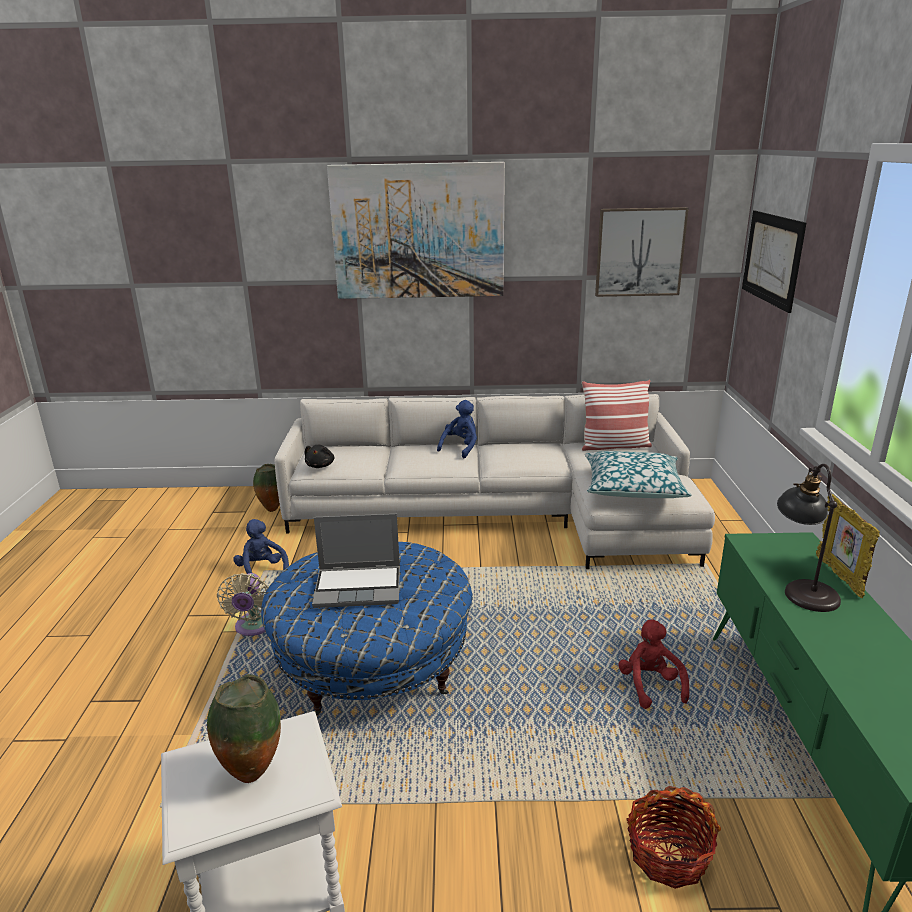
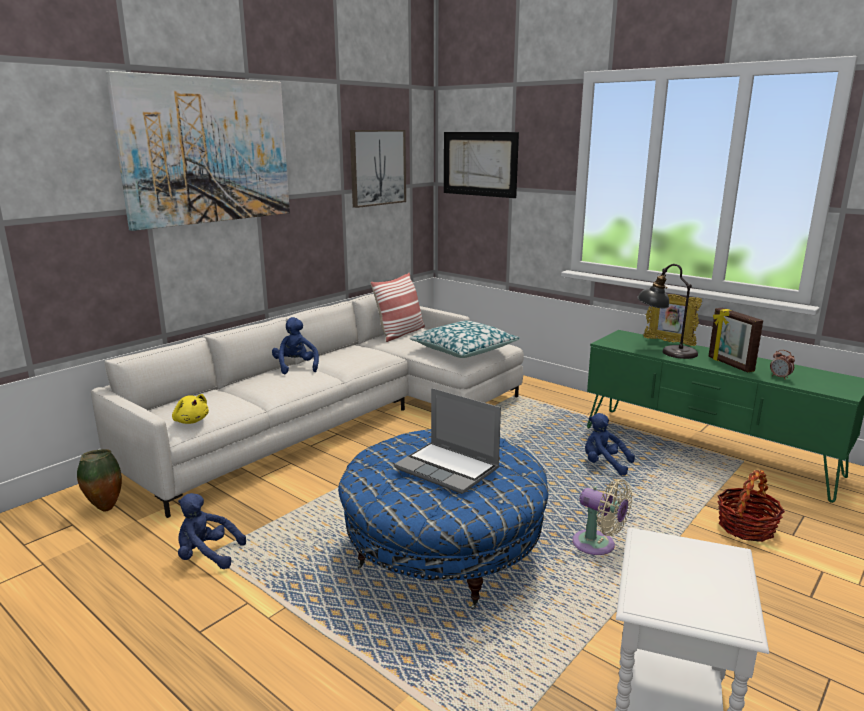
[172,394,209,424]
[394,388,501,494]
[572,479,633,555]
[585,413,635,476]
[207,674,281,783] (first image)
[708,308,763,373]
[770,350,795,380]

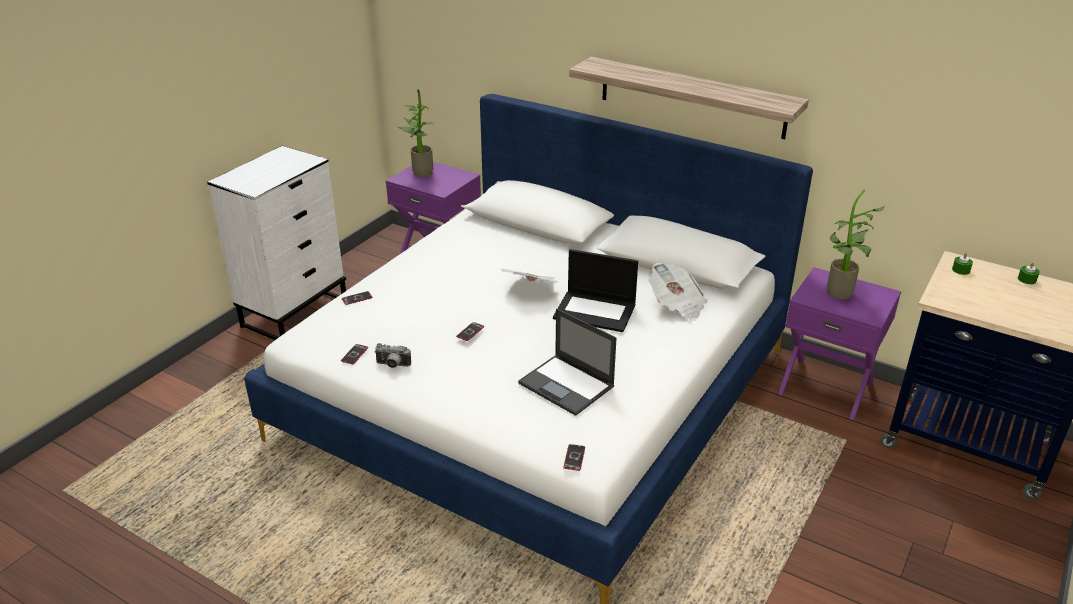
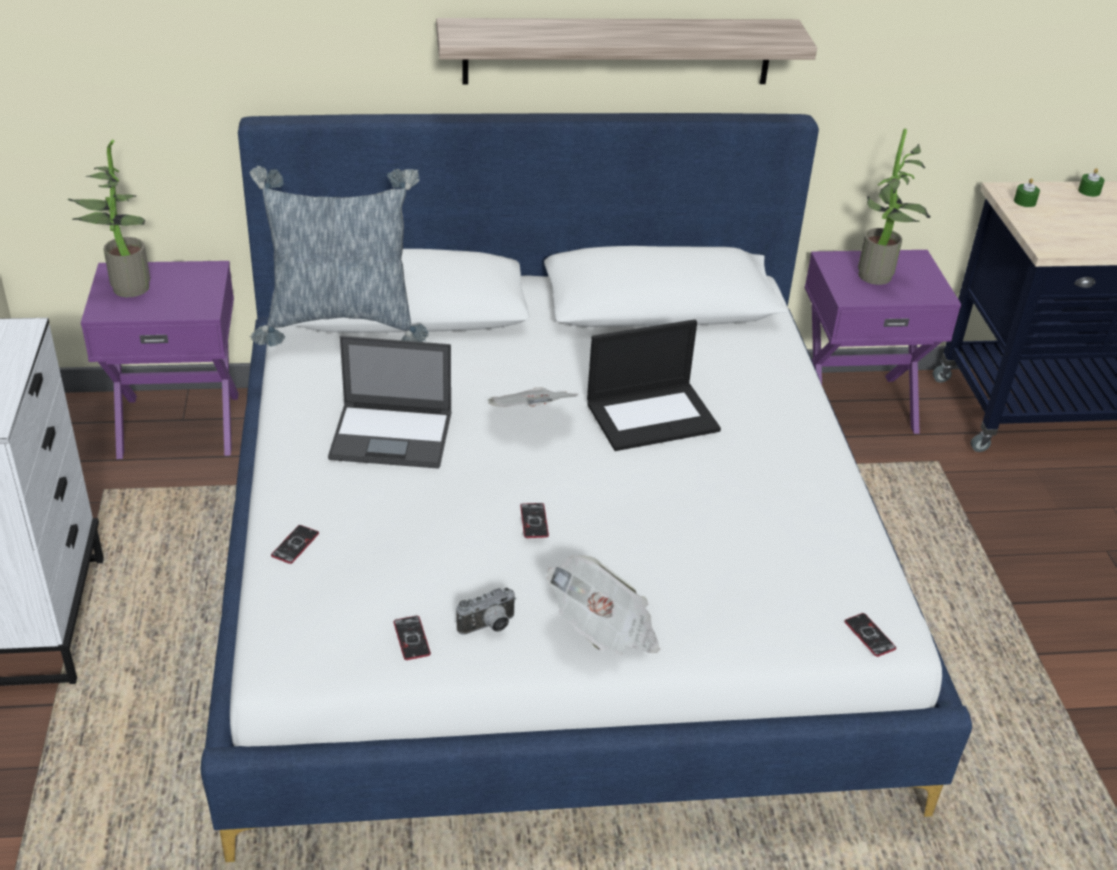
[547,555,660,654]
[328,336,451,469]
[249,166,429,347]

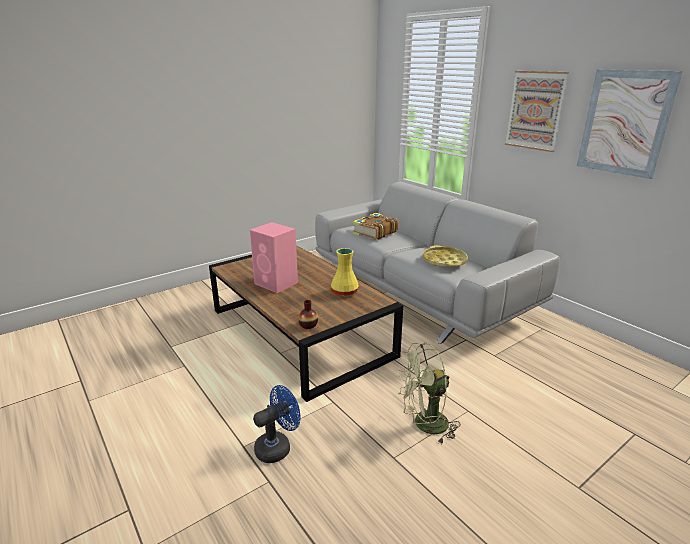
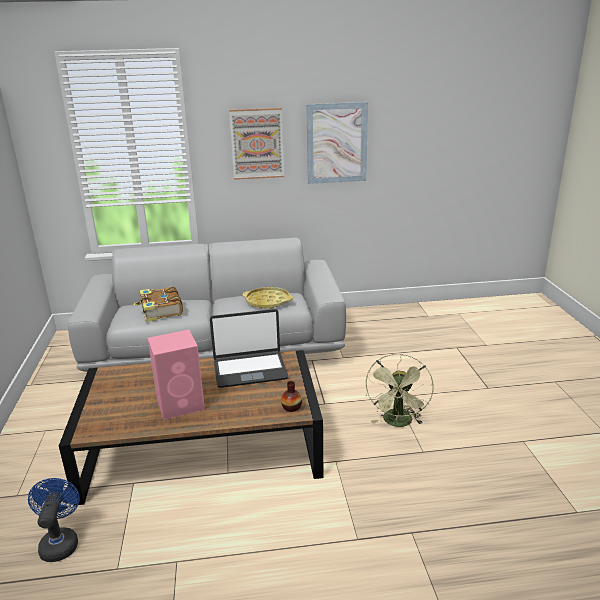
[210,309,288,388]
[28,478,80,562]

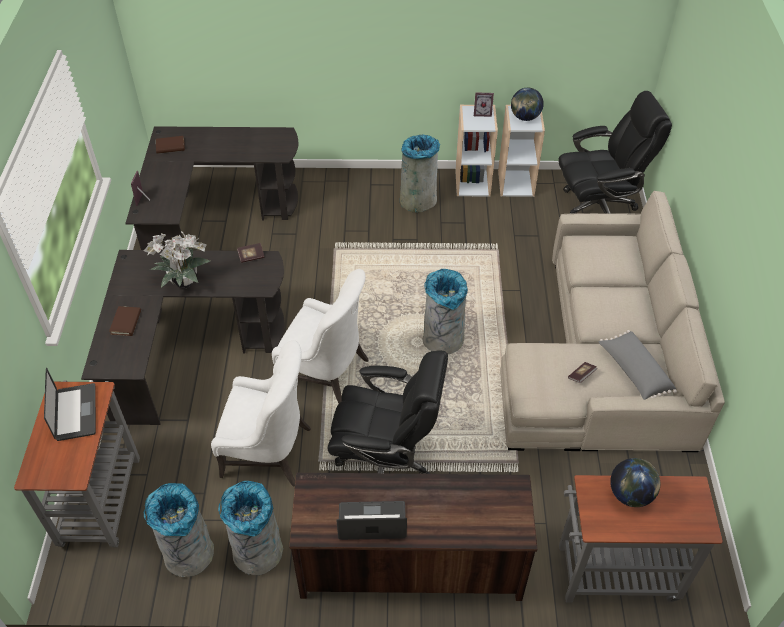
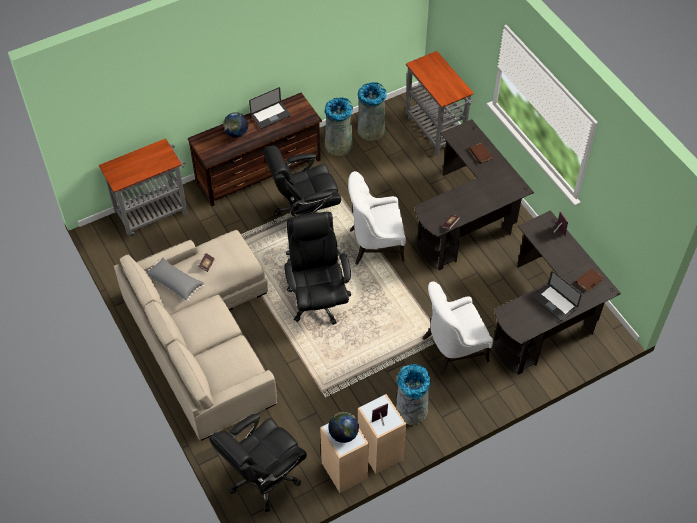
[144,231,210,288] (first image)
[284,212,351,325]
[423,281,493,376]
[533,271,582,321]
[223,112,248,138]

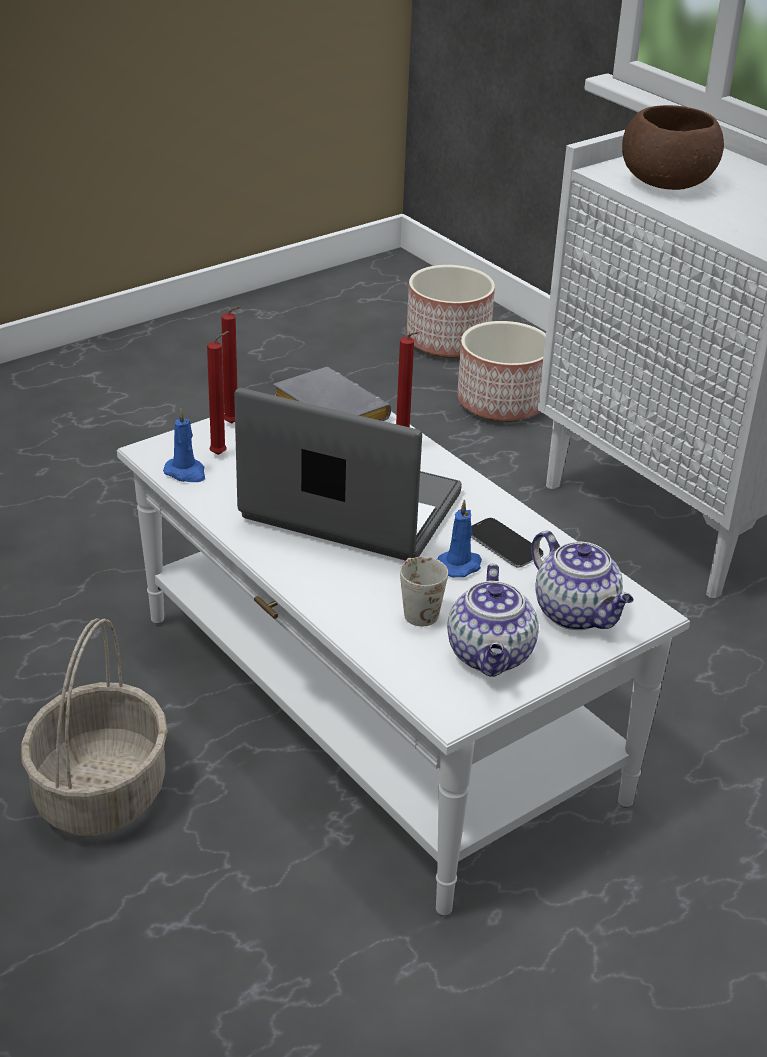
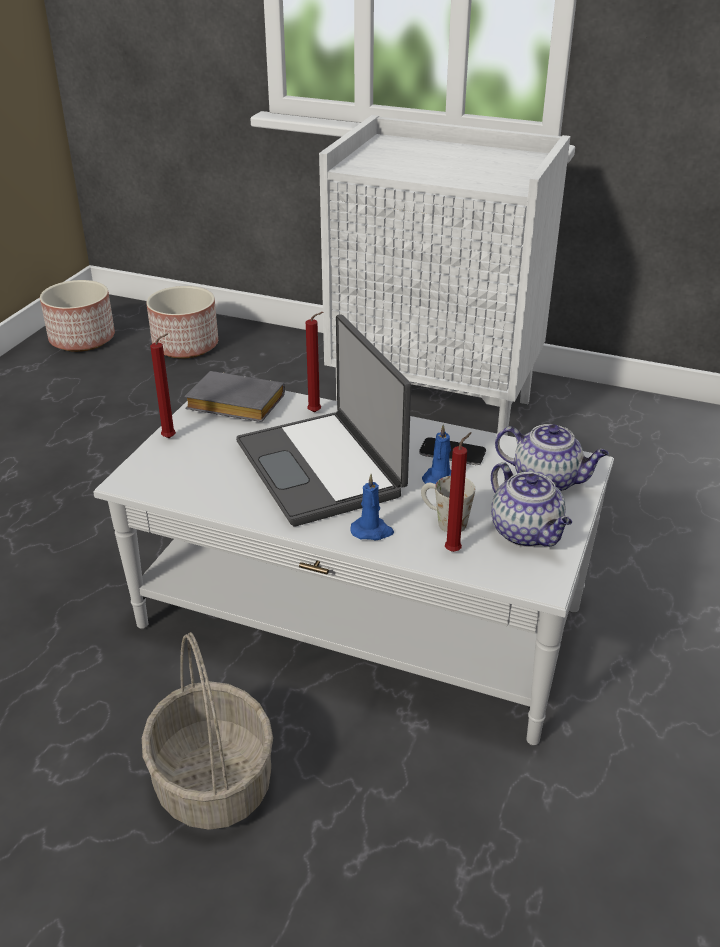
[622,105,724,190] (first image)
[40,280,115,352]
[445,432,472,552]
[236,314,411,527]
[350,474,394,540]

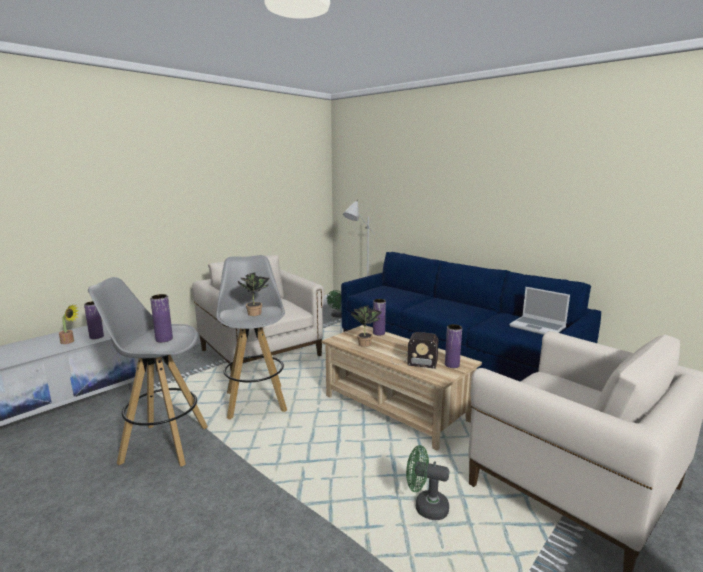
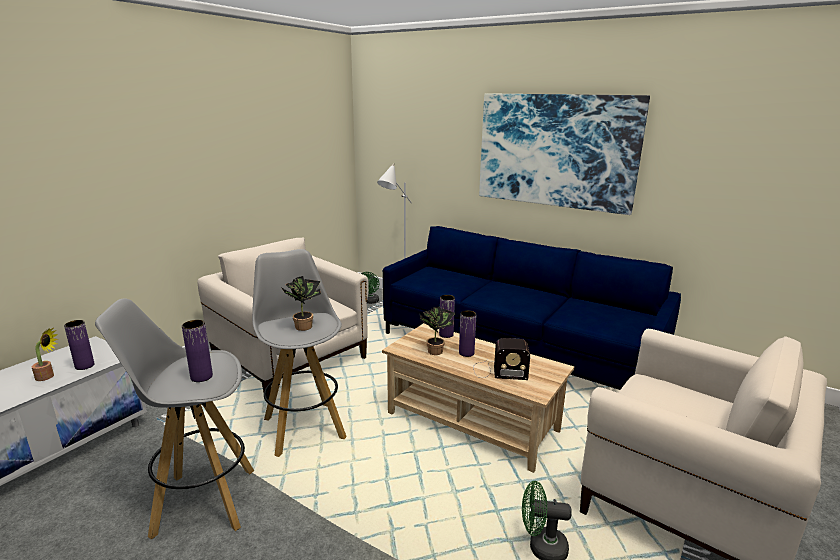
[509,287,570,335] (first image)
[459,310,477,357]
[479,93,650,215]

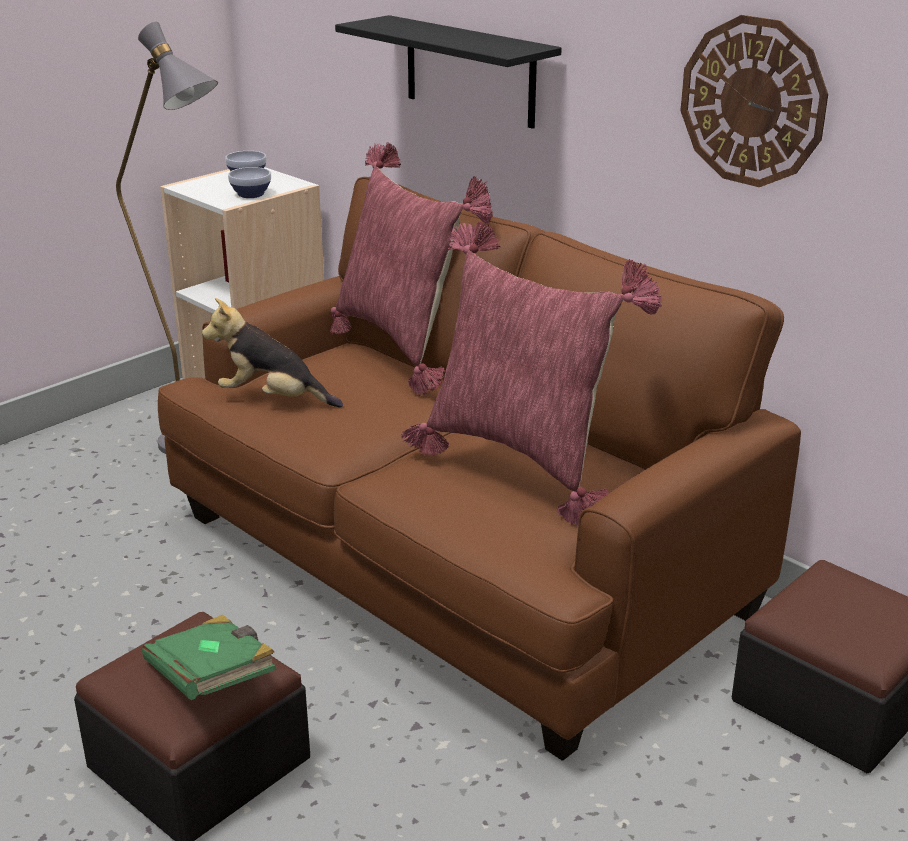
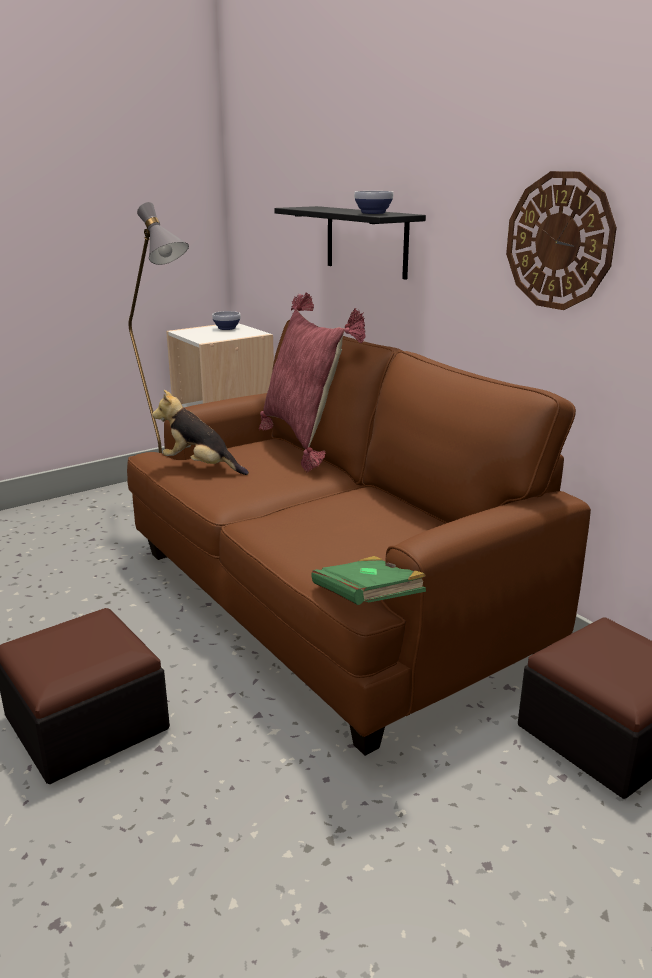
[354,191,393,214]
[401,221,662,527] (first image)
[311,556,426,605]

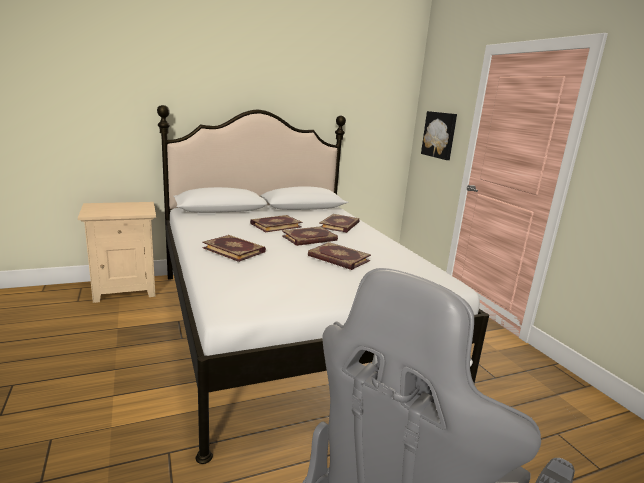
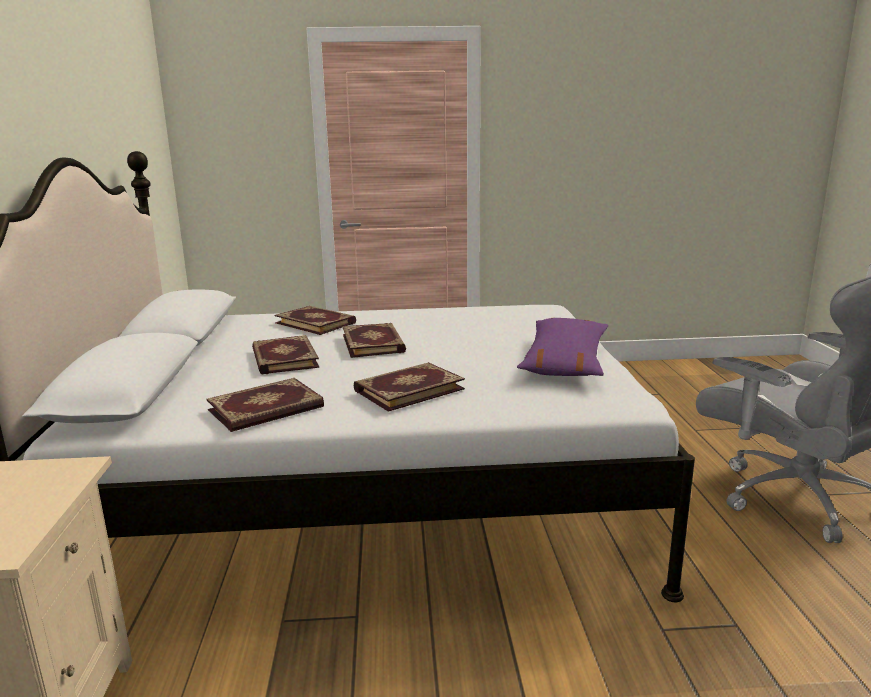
[421,111,457,160] (first image)
[207,378,324,432]
[517,318,608,376]

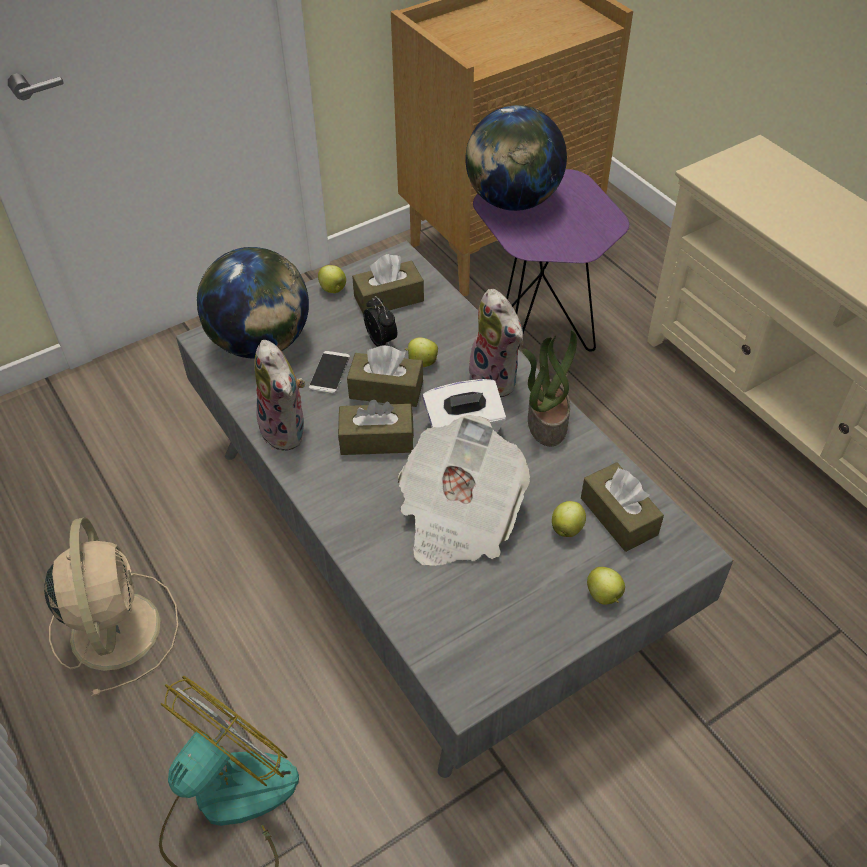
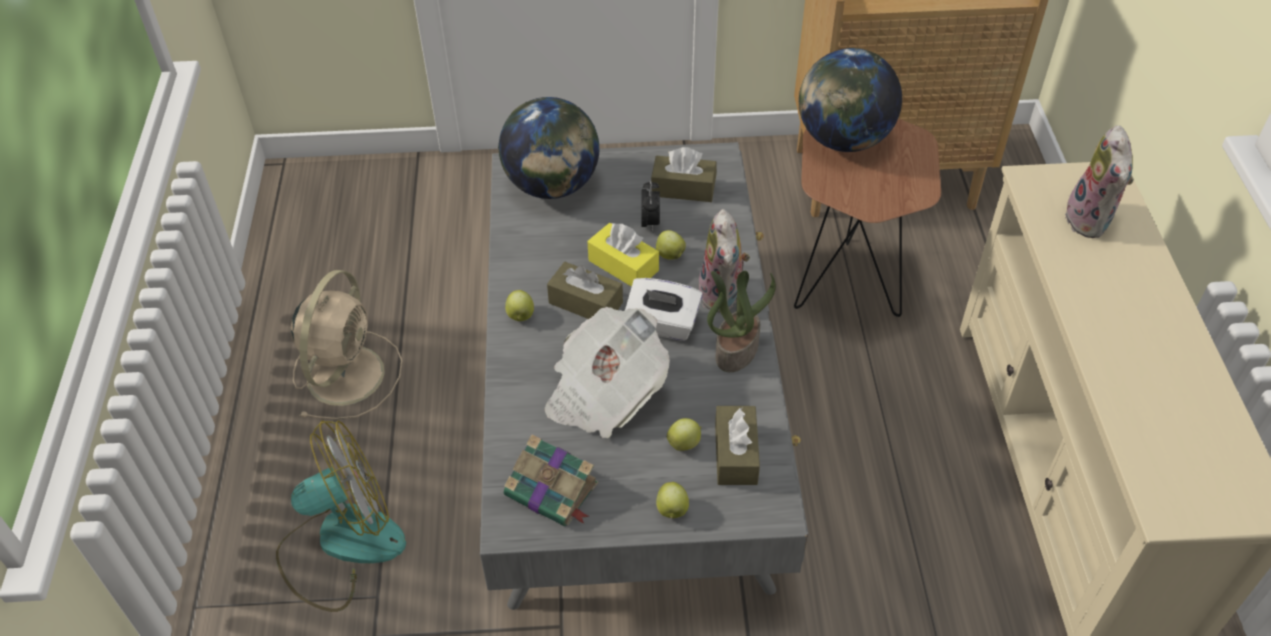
[794,119,941,317]
[505,290,534,321]
[1064,125,1134,238]
[587,223,659,287]
[309,351,350,394] (first image)
[504,434,598,526]

